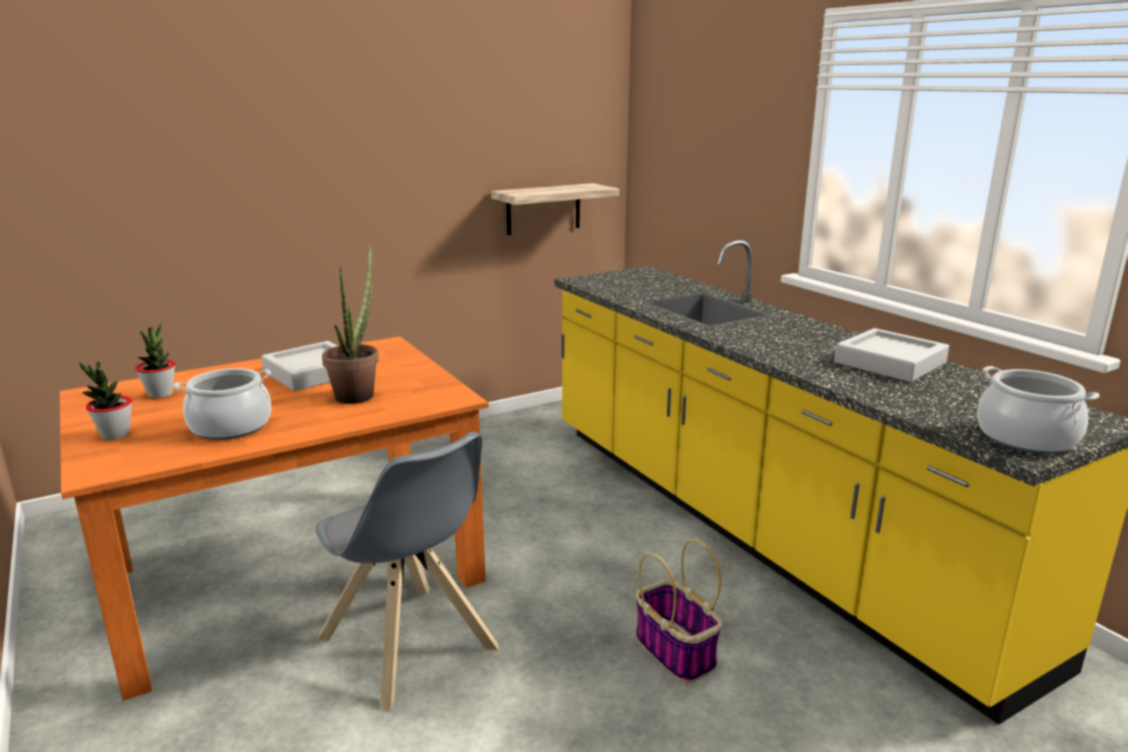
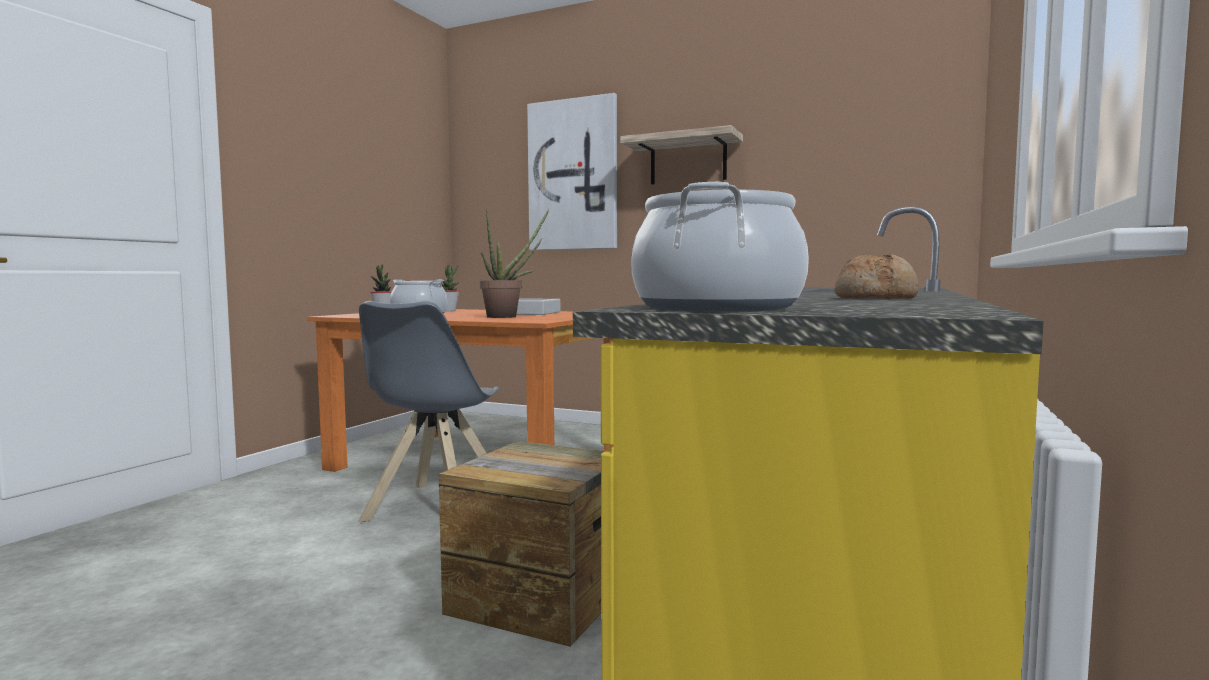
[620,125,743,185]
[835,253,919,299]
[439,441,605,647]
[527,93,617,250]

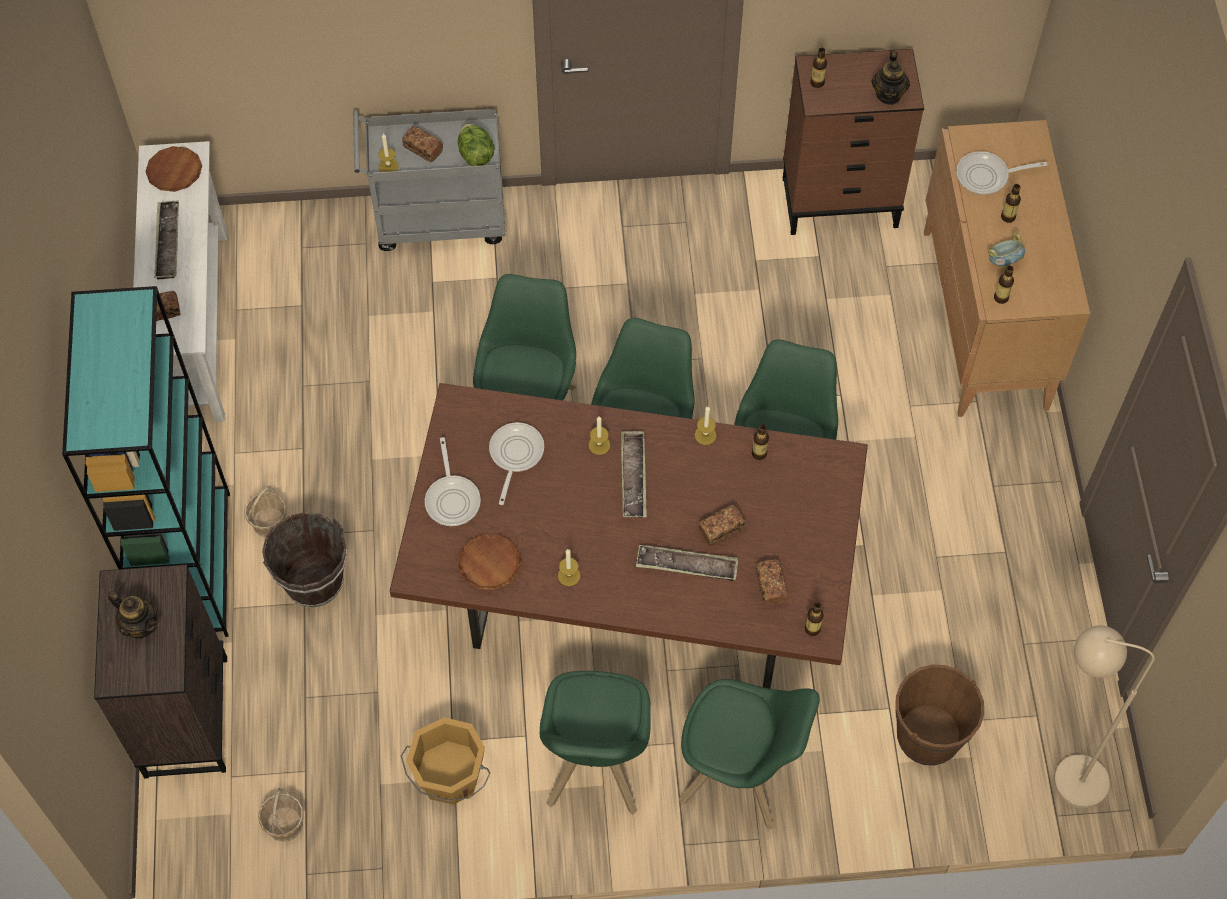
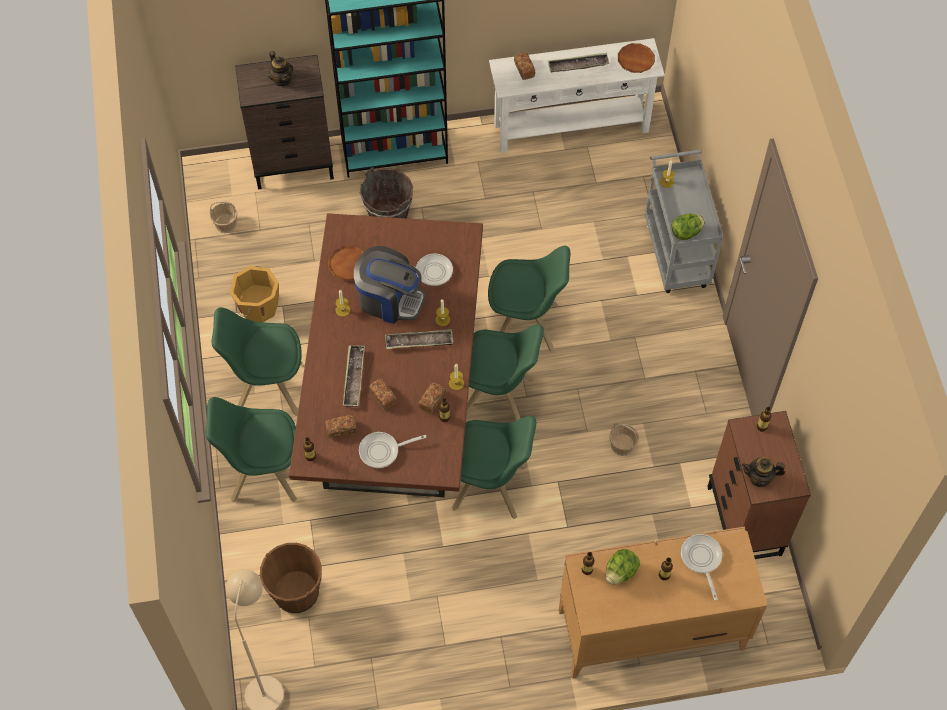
[418,382,446,414]
[606,549,640,584]
[359,432,427,468]
[609,423,639,456]
[268,51,293,86]
[206,397,297,502]
[354,246,425,324]

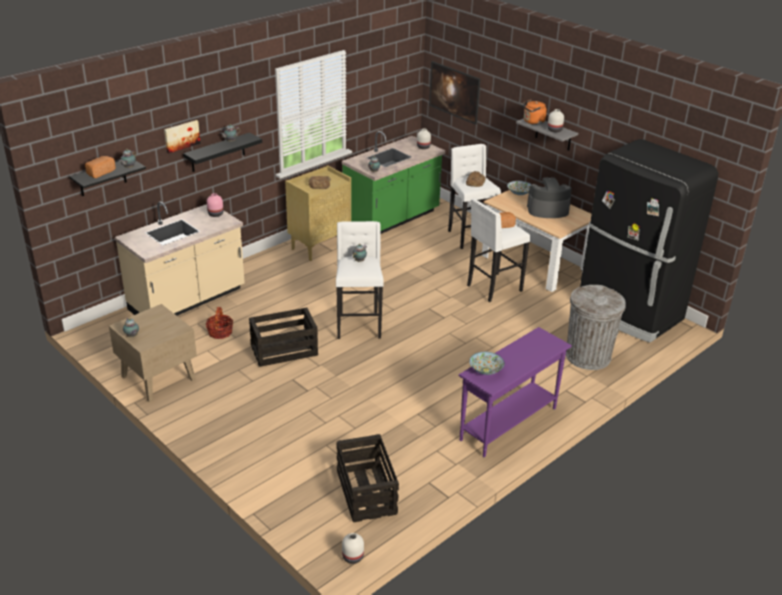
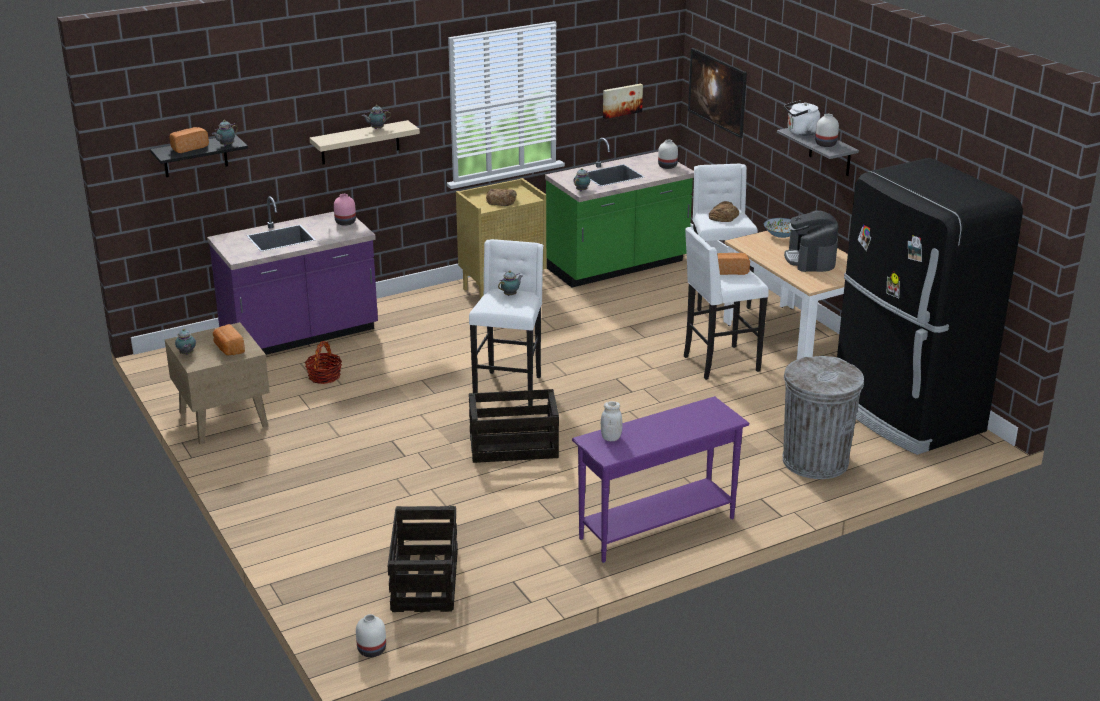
[784,100,820,136]
[603,84,643,119]
[310,120,420,164]
[784,210,839,272]
[207,196,378,355]
[469,389,559,463]
[601,401,622,441]
[213,324,245,355]

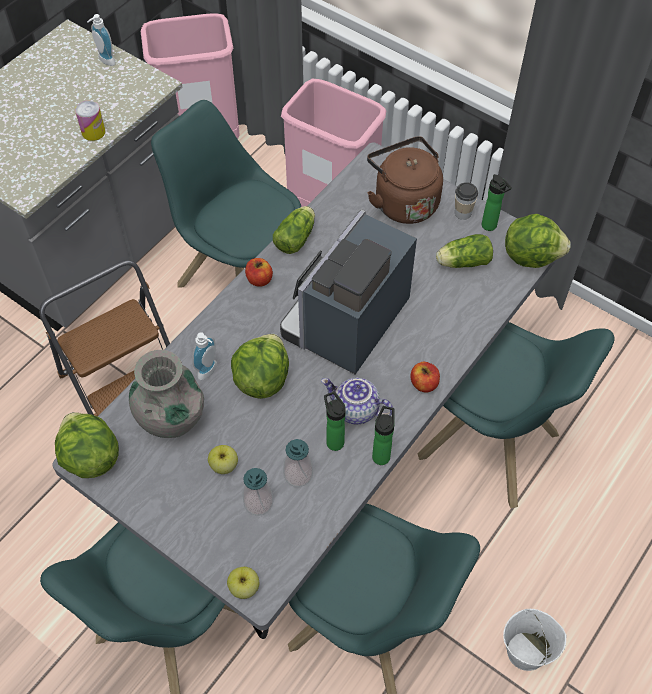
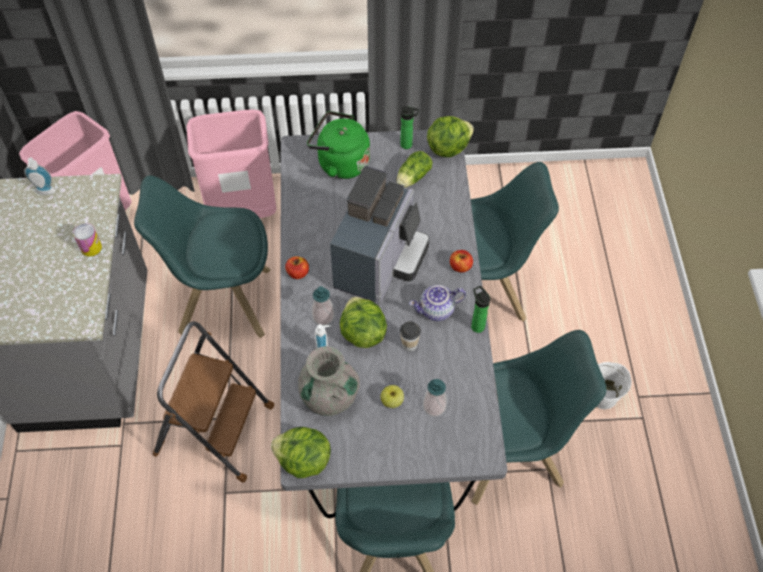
[307,111,370,179]
[400,321,421,351]
[273,206,315,254] (first image)
[330,166,429,305]
[324,391,346,451] (first image)
[312,286,334,325]
[227,567,259,599] (first image)

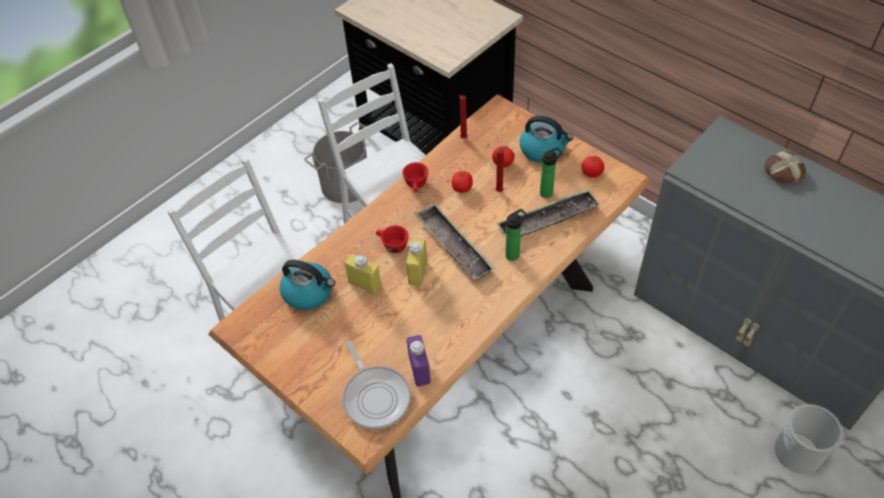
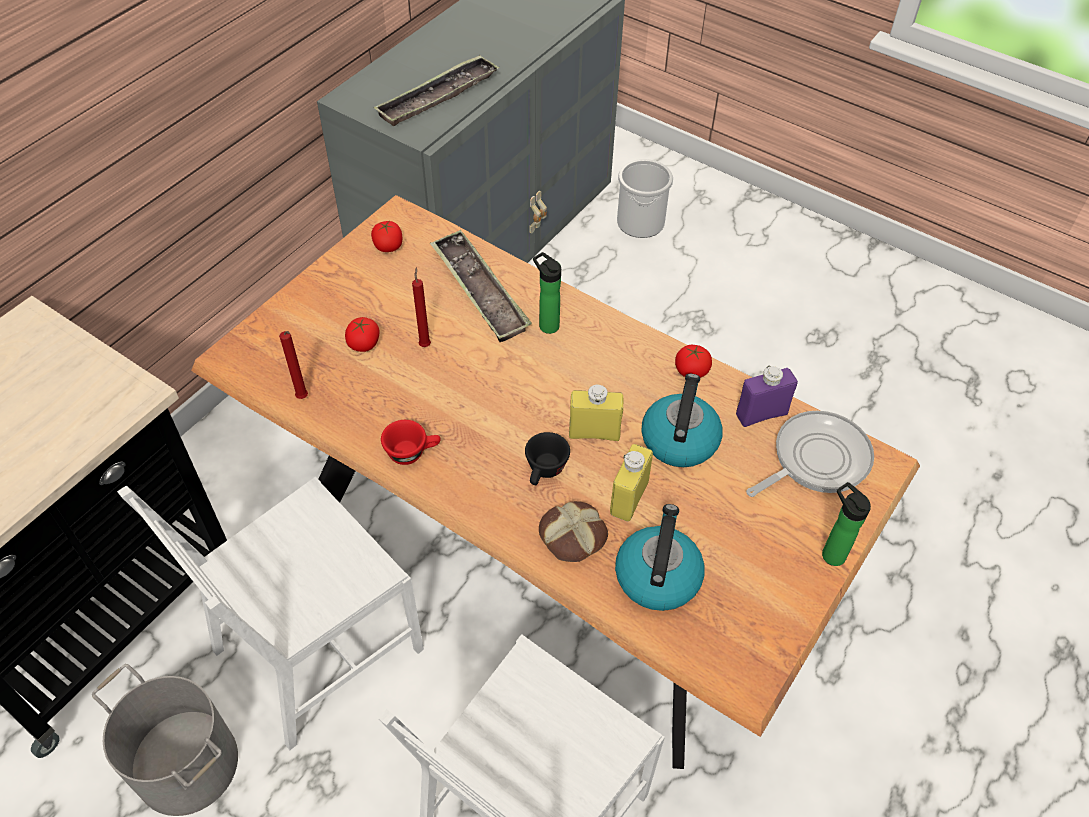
[642,374,723,467]
[822,482,871,566]
[539,501,608,562]
[675,345,712,378]
[373,55,499,126]
[525,432,570,485]

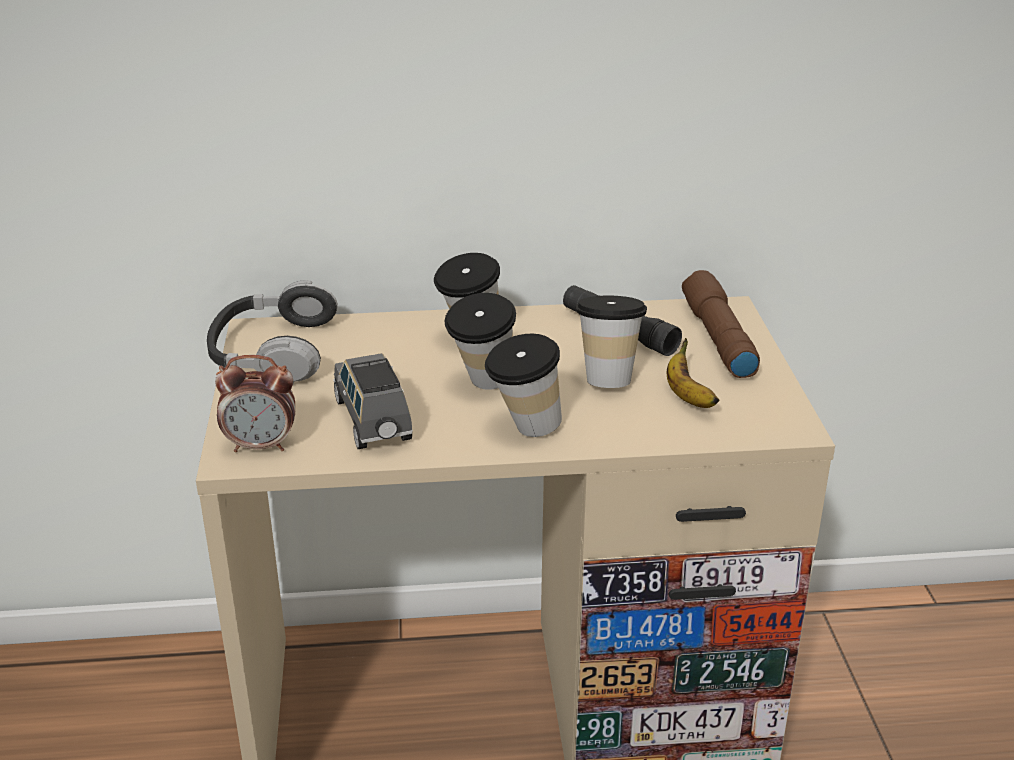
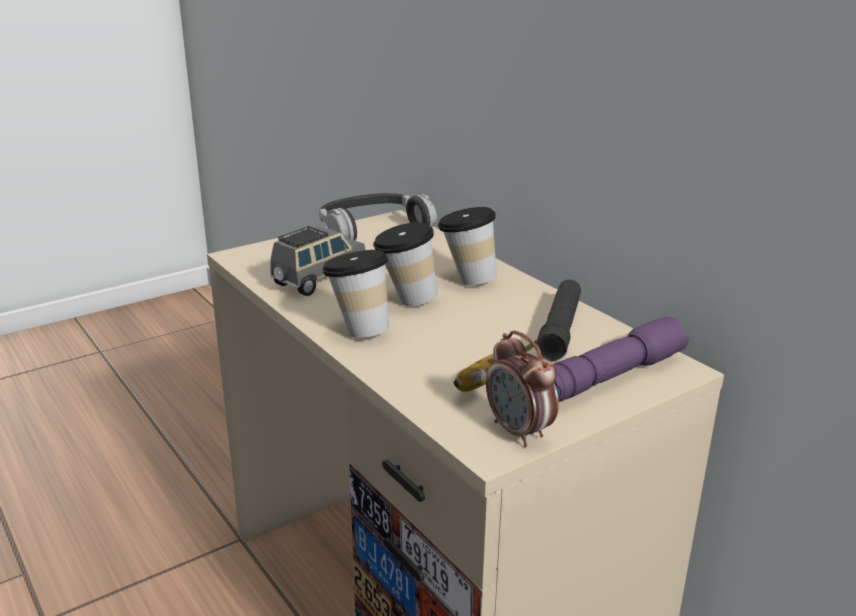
[553,316,689,402]
[576,295,647,388] (first image)
[486,331,559,447]

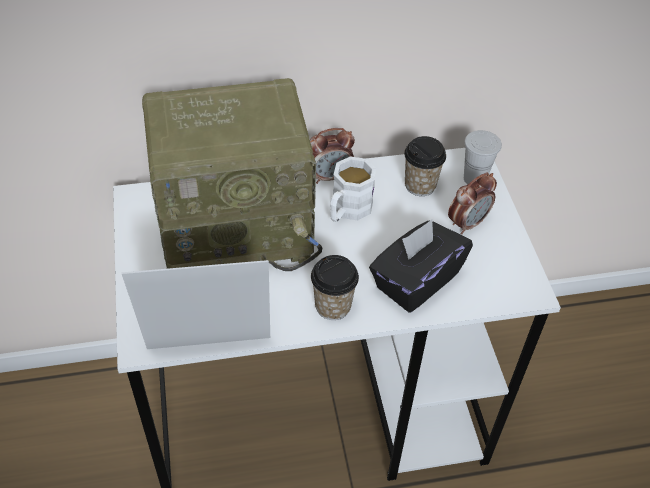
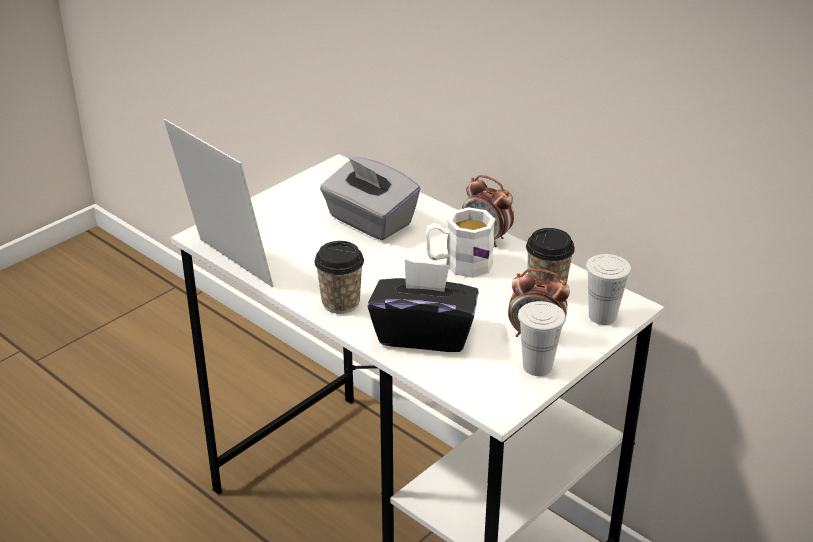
[320,157,420,240]
[518,301,566,376]

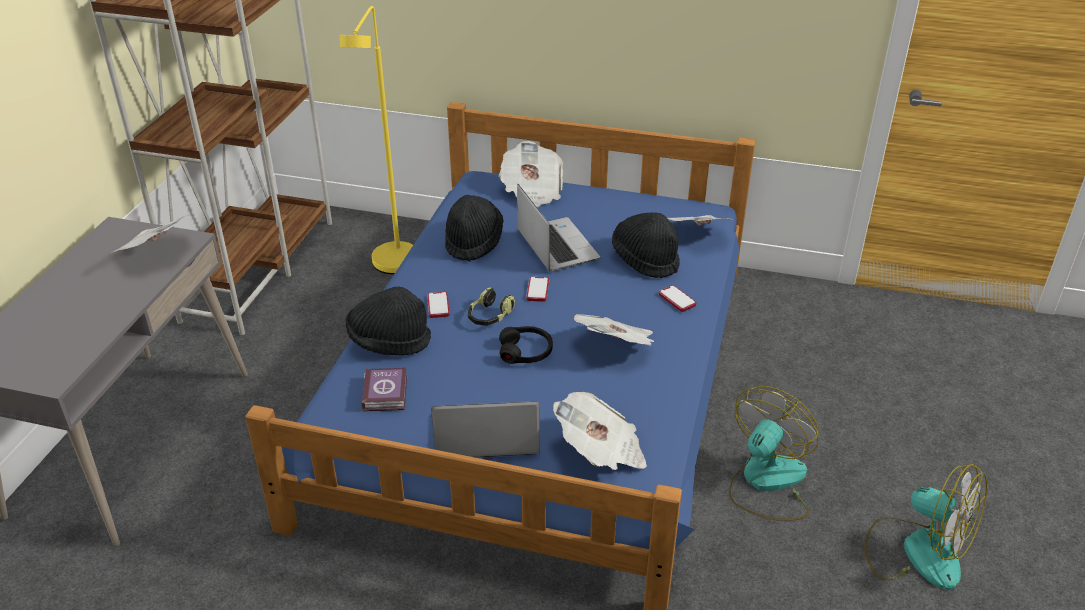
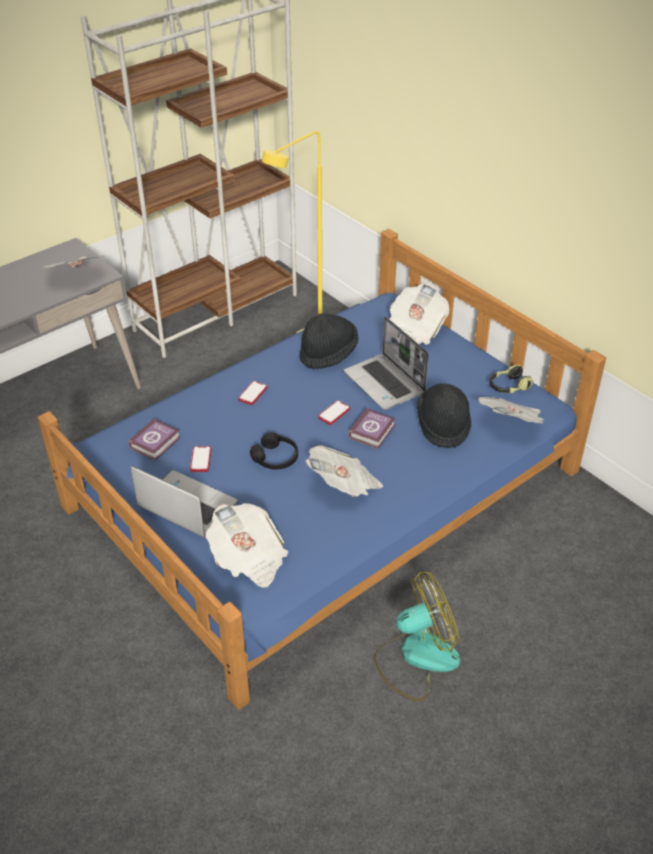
[344,316,429,410]
[190,446,211,472]
[346,286,431,356] (first image)
[489,365,533,393]
[865,464,987,590] (first image)
[348,408,396,449]

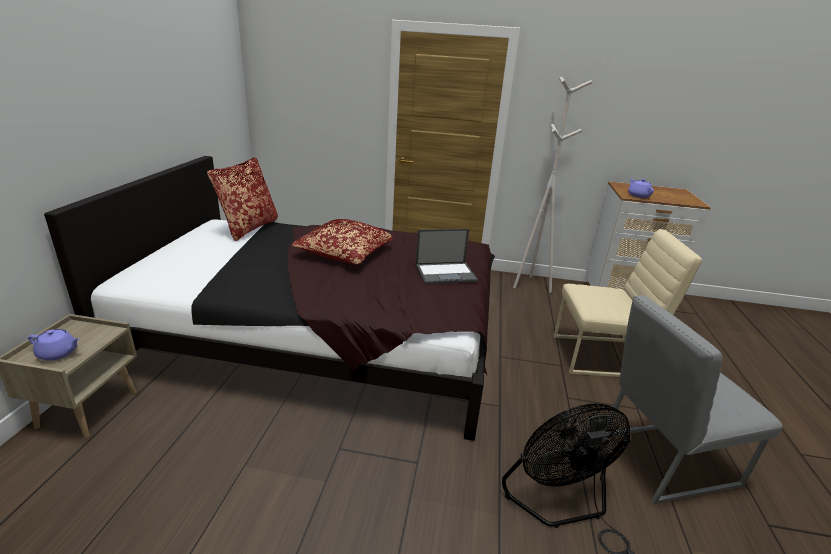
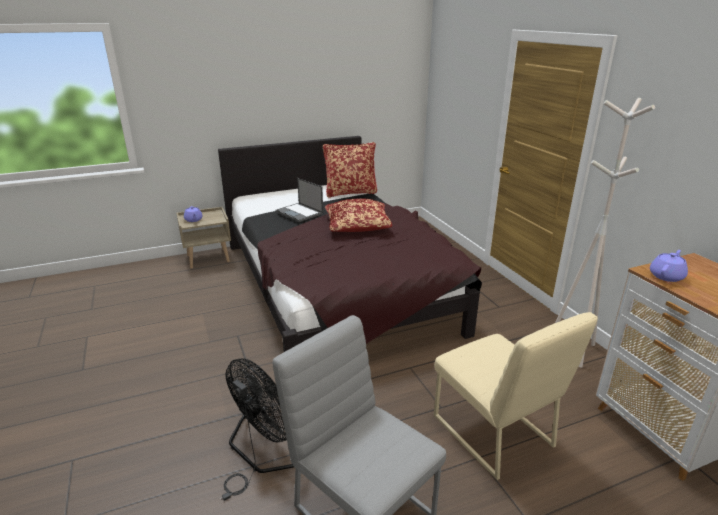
[276,178,323,222]

